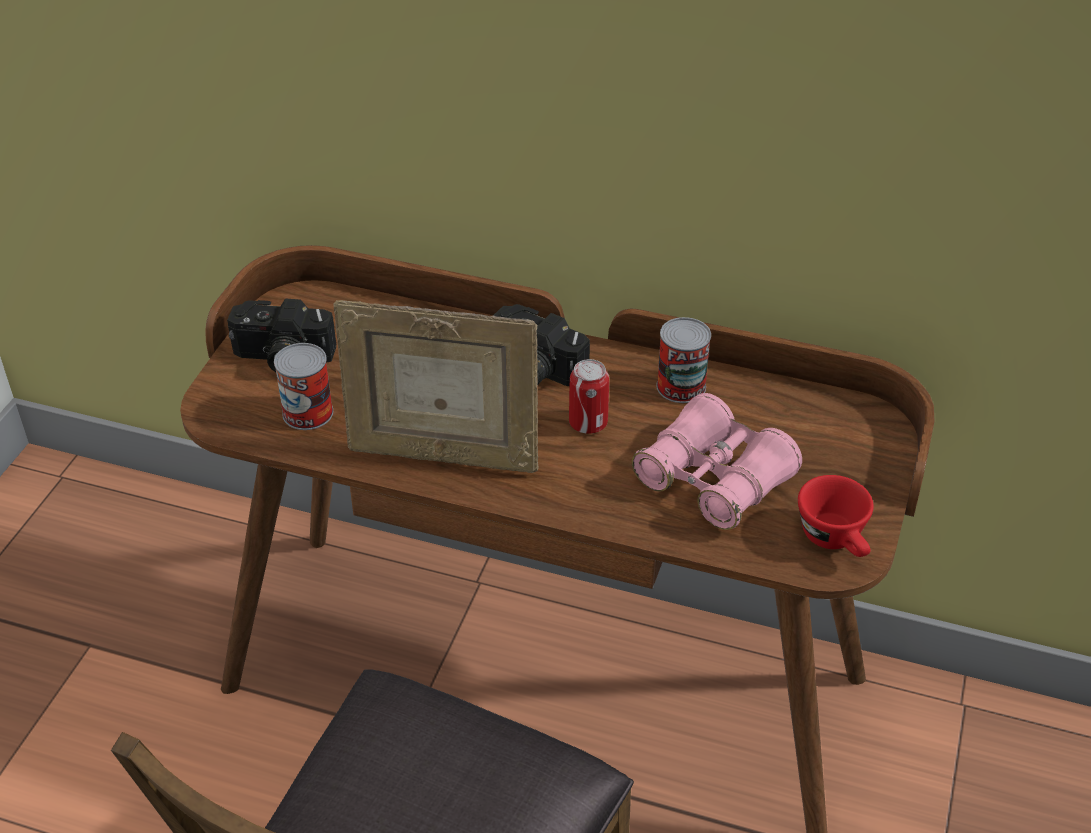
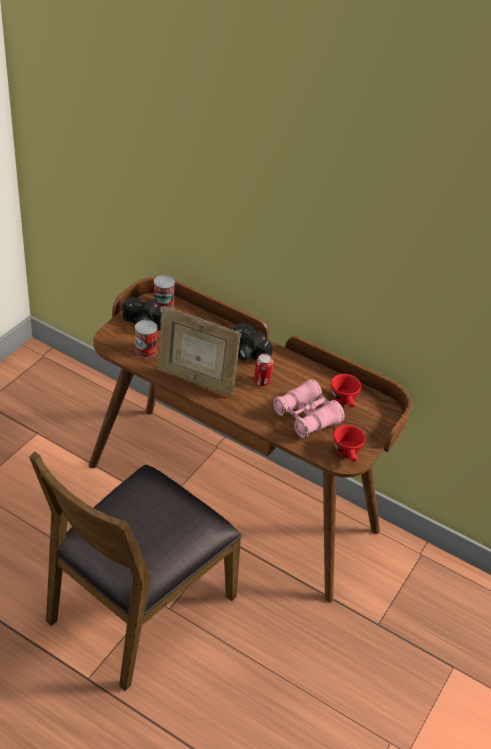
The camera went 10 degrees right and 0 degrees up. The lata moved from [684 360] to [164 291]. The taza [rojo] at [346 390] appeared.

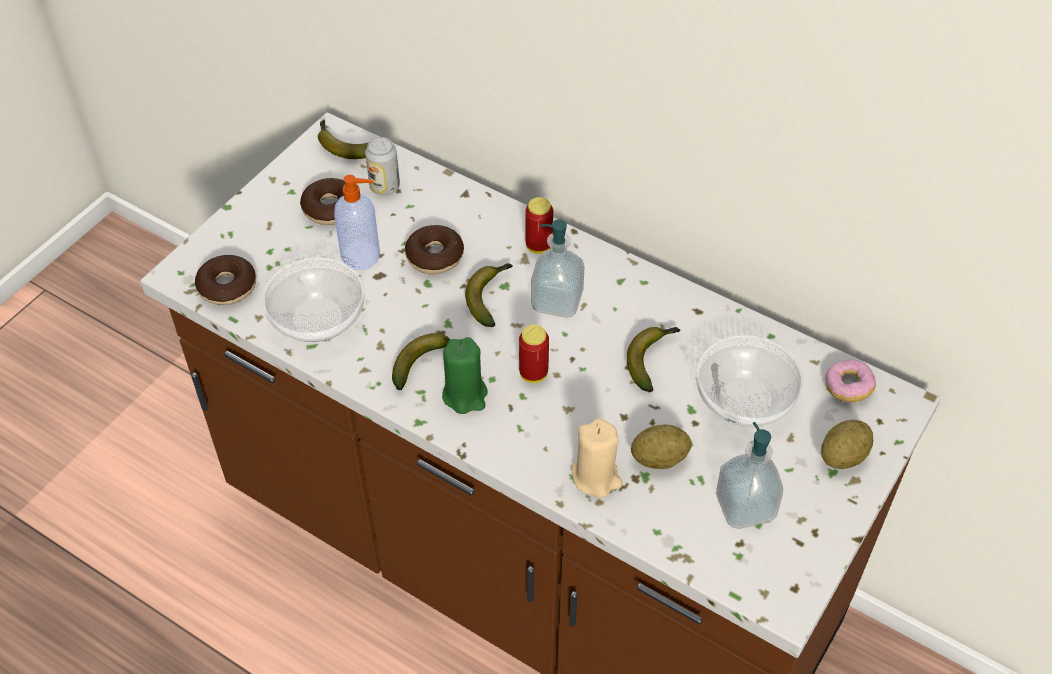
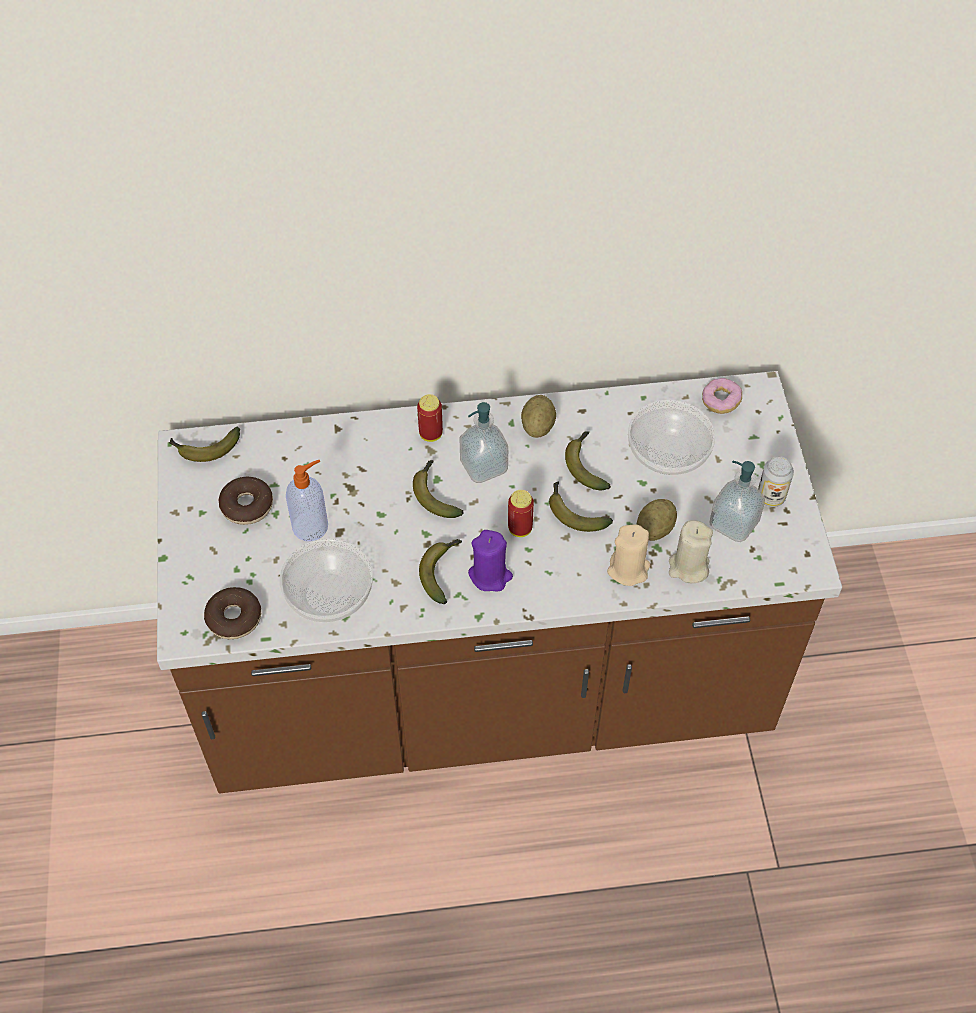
The camera went 40 degrees left and 5 degrees up. The lata moved from [382 166] to [776 481]. The rosquilla at [434 250] disappeared. The vela [verde] at [465 375] became the vela [morado] at [490 561]. The patata moved from [847 444] to [538 416]. The plátano at [581 506] appeared. The vela [beis] at [691 551] appeared.

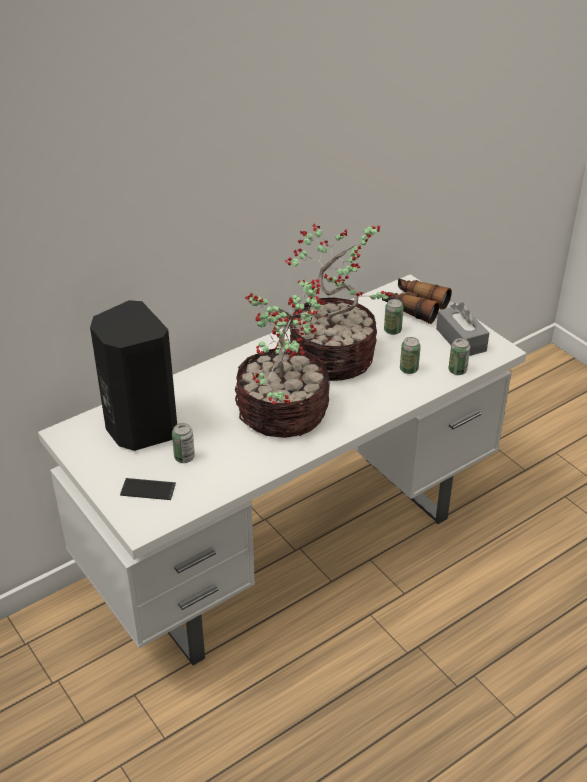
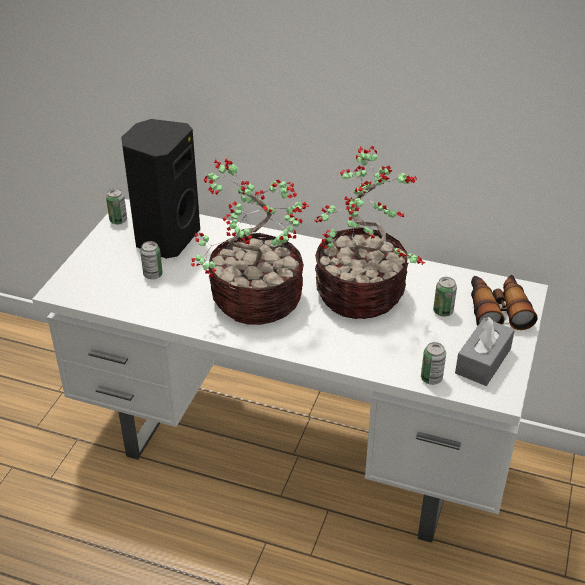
The camera went 55 degrees right and 0 degrees up. The lata moved from [410 355] to [116 206]. The móvil at [148 489] disappeared.

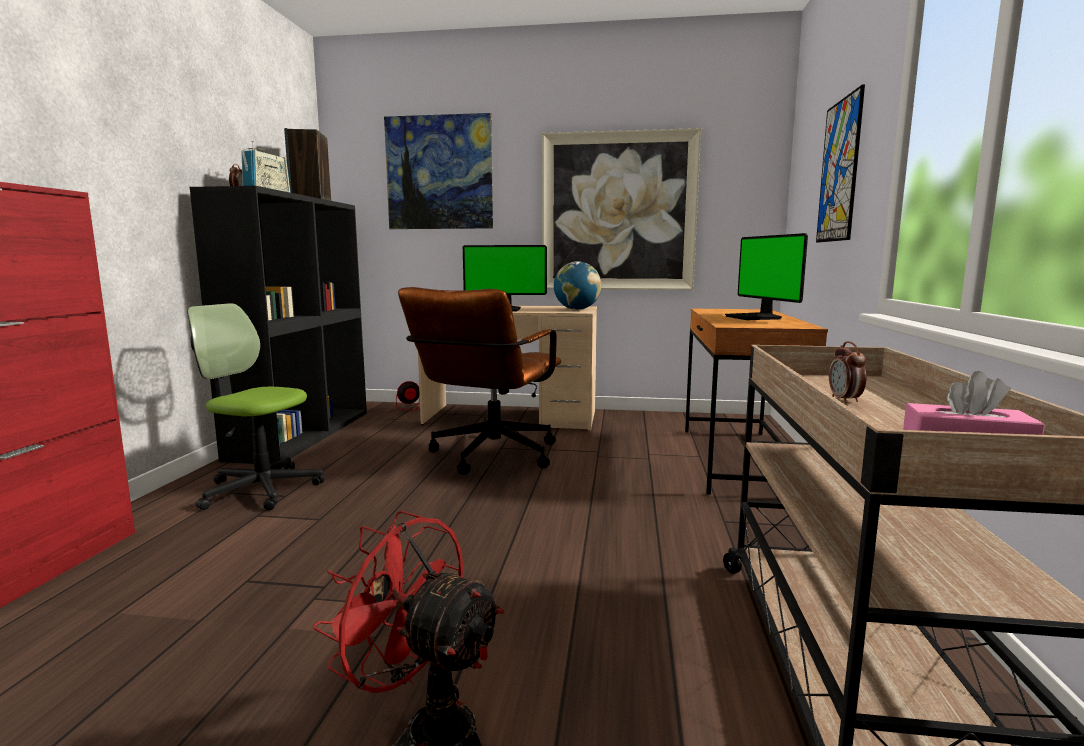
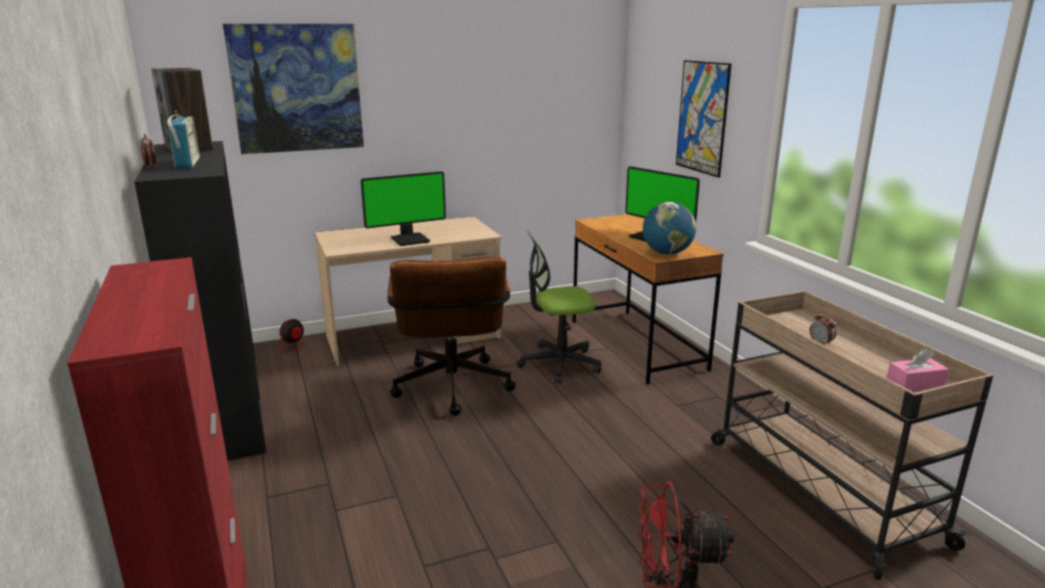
The camera went 30 degrees left and 10 degrees up. The cuadro at [621 209] disappeared. The globo terráqueo moved from [577 285] to [669 228]. The silla de oficina moved from [255 407] to [559 307].

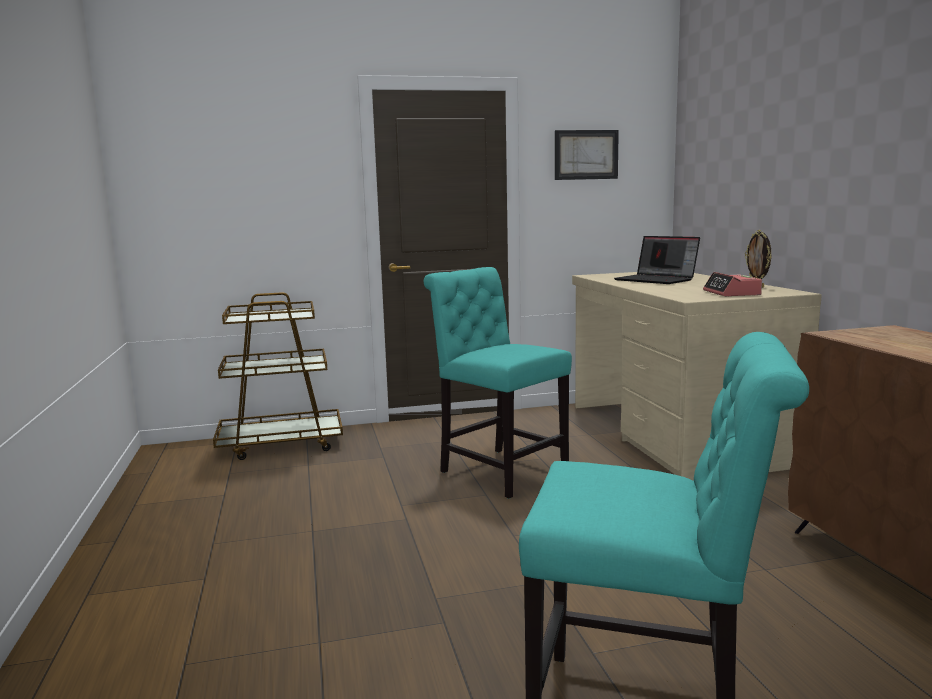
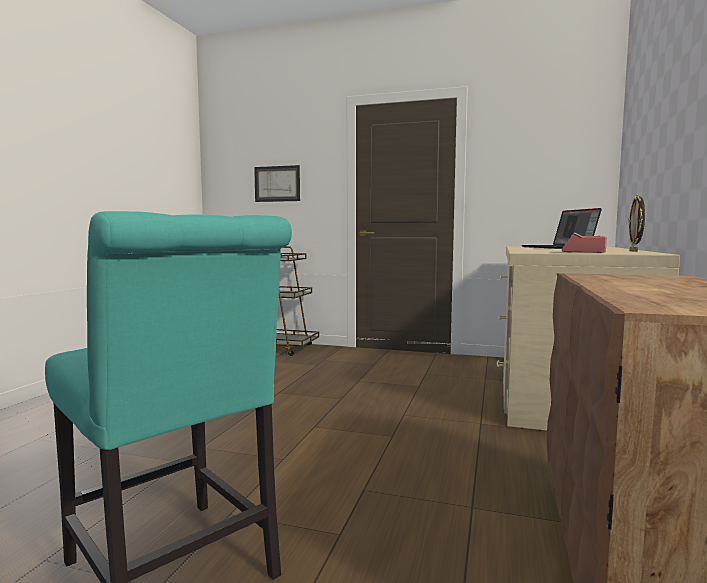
The camera went 30 degrees right and 5 degrees down. The cuadro moved from [587 155] to [277 183]. The silla [turquesa] at [498 383] disappeared.

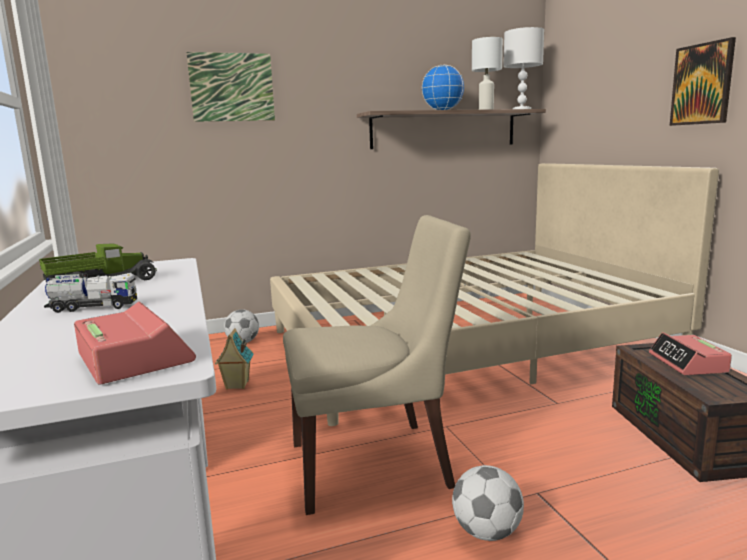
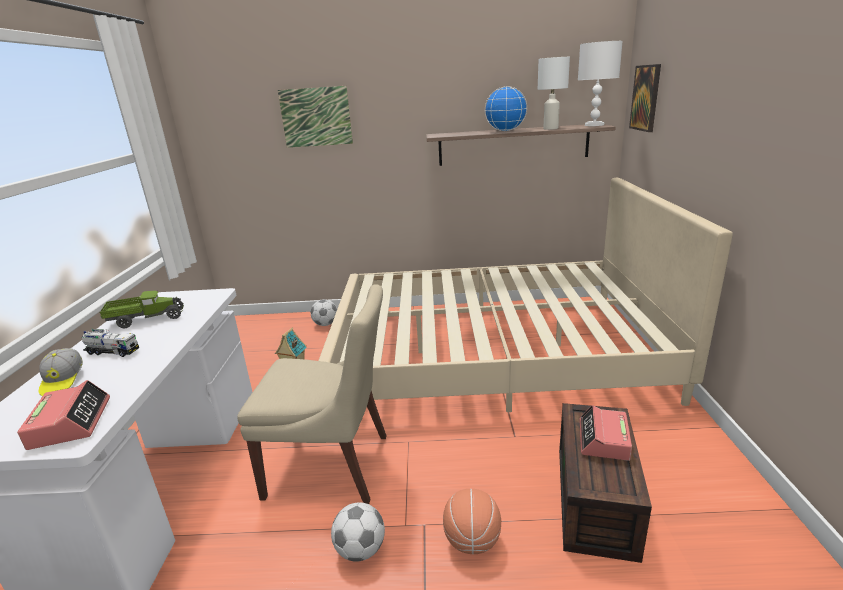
The camera went 20 degrees right and 10 degrees up. The cuadro moved from [703 81] to [645 98]. The gorra at [61 372] appeared. The balón de baloncesto at [472 521] appeared.

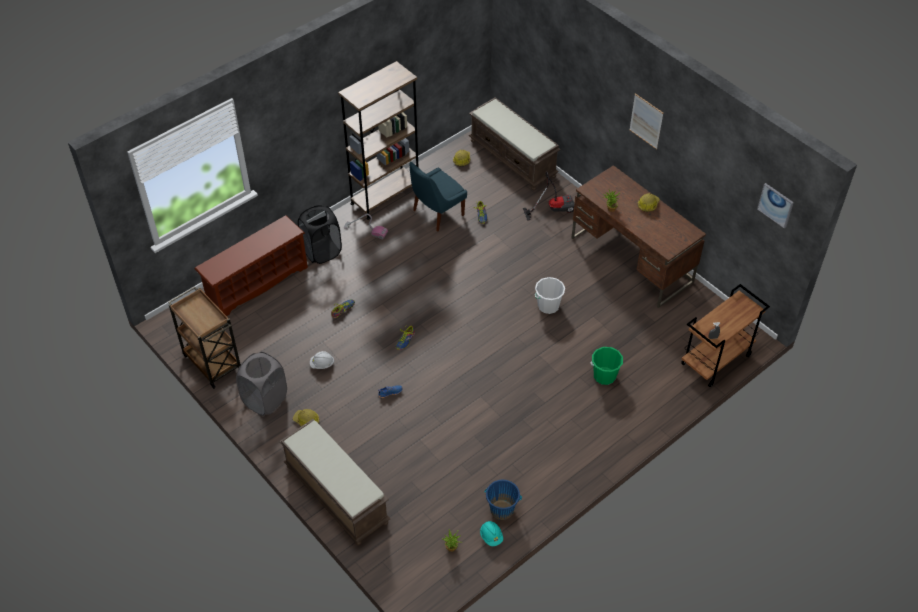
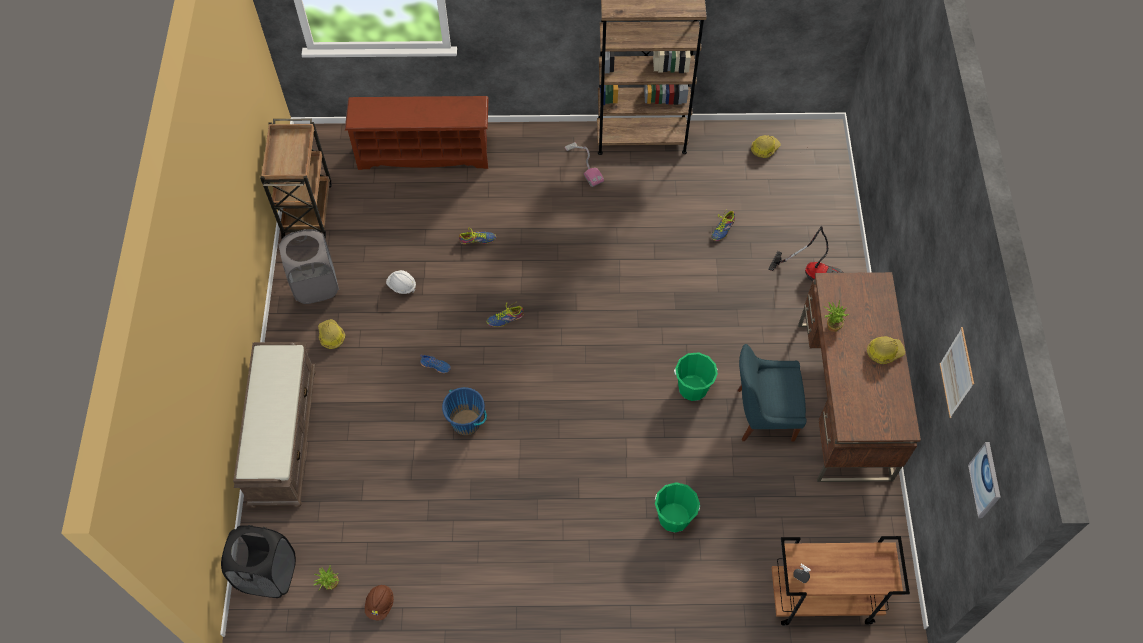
The camera went 40 degrees right and 10 degrees up. The cuadro moved from [646 121] to [957 372]. The banco [marrón] at [515 144] disappeared. The silla [azul] moved from [438 196] to [772 392]. The cesto de la ropa [negro] moved from [320 234] to [258 561]. The cubo [blanco] at [550 295] became the cubo [verde] at [696 376]. The cubo [azul] moved from [503 500] to [464 411]. The casco [turquesa] at [491 533] became the casco [marrón] at [379 602].

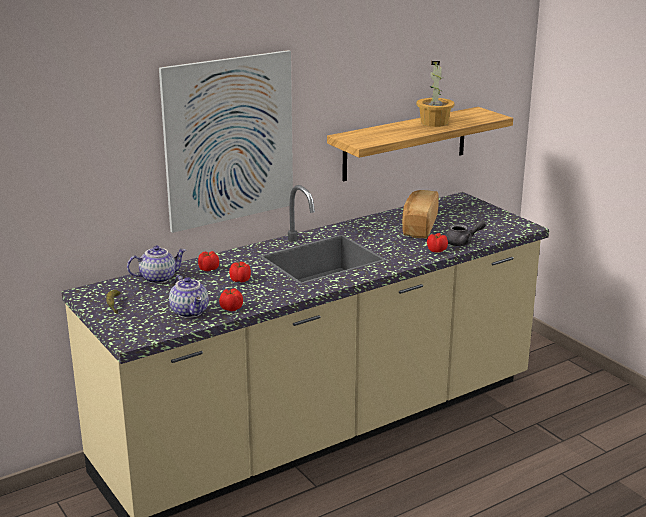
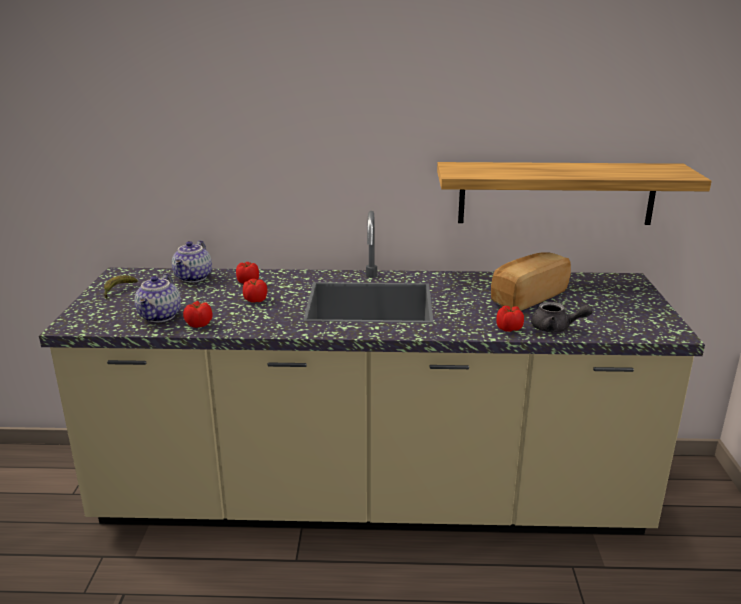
The camera went 35 degrees right and 0 degrees up. The cuadro at [226 141] disappeared. The planta en maceta at [435 94] disappeared. The tetera at [156 265] turned 90 degrees clockwise.

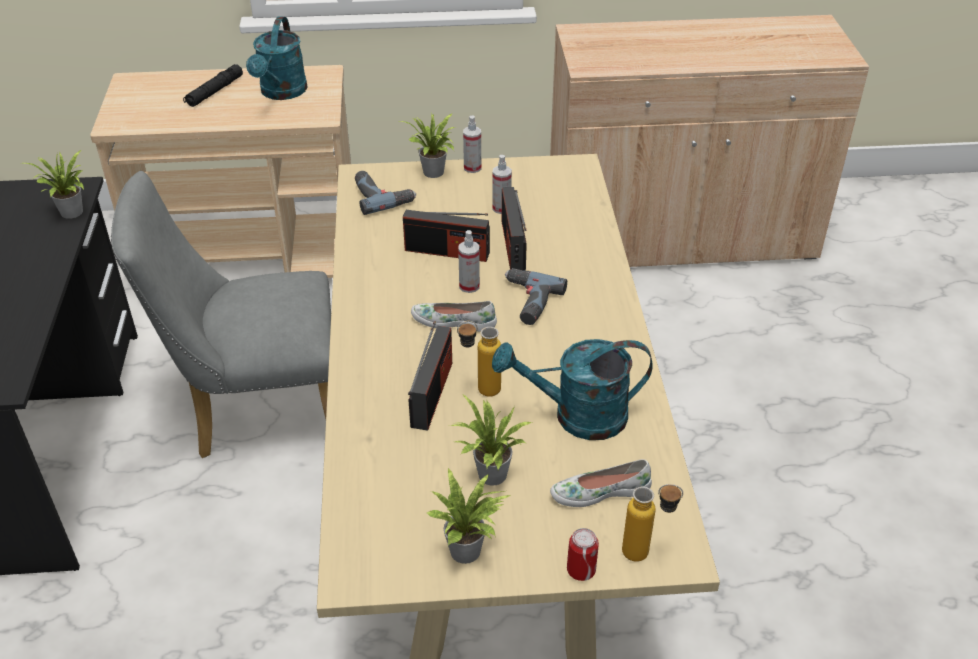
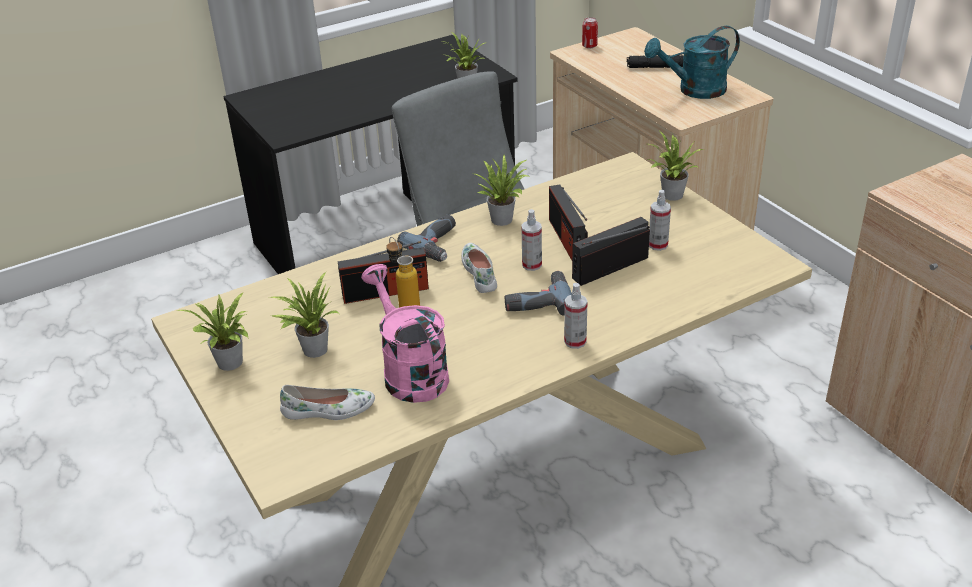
The camera went 65 degrees right and 5 degrees down. The pulverizador moved from [472 144] to [576 316]. The taladro moved from [385 193] to [426 238]. The regadera [turquesa] at [572 389] became the regadera [rosa] at [405 333]. The zapato [blanco] at [601 483] turned 120 degrees clockwise. The botella at [652 523] disappeared. The lata moved from [583 554] to [590 32]. The planta en maceta at [503 190] appeared.

